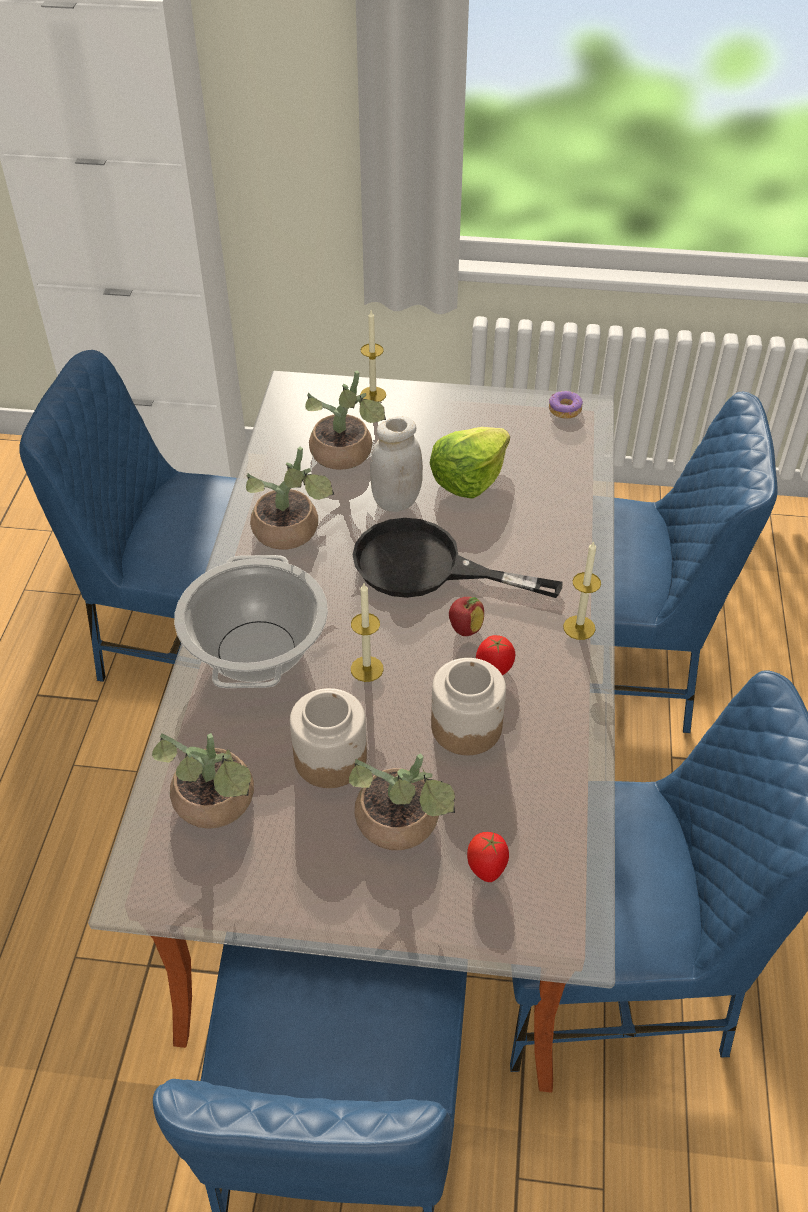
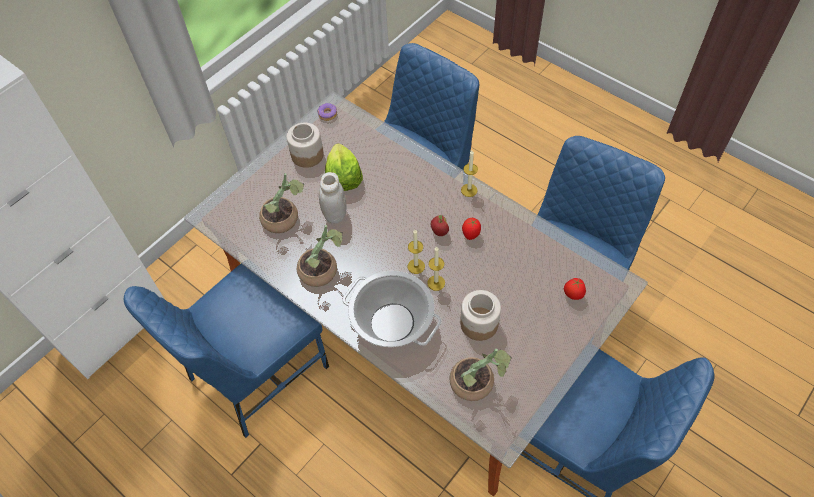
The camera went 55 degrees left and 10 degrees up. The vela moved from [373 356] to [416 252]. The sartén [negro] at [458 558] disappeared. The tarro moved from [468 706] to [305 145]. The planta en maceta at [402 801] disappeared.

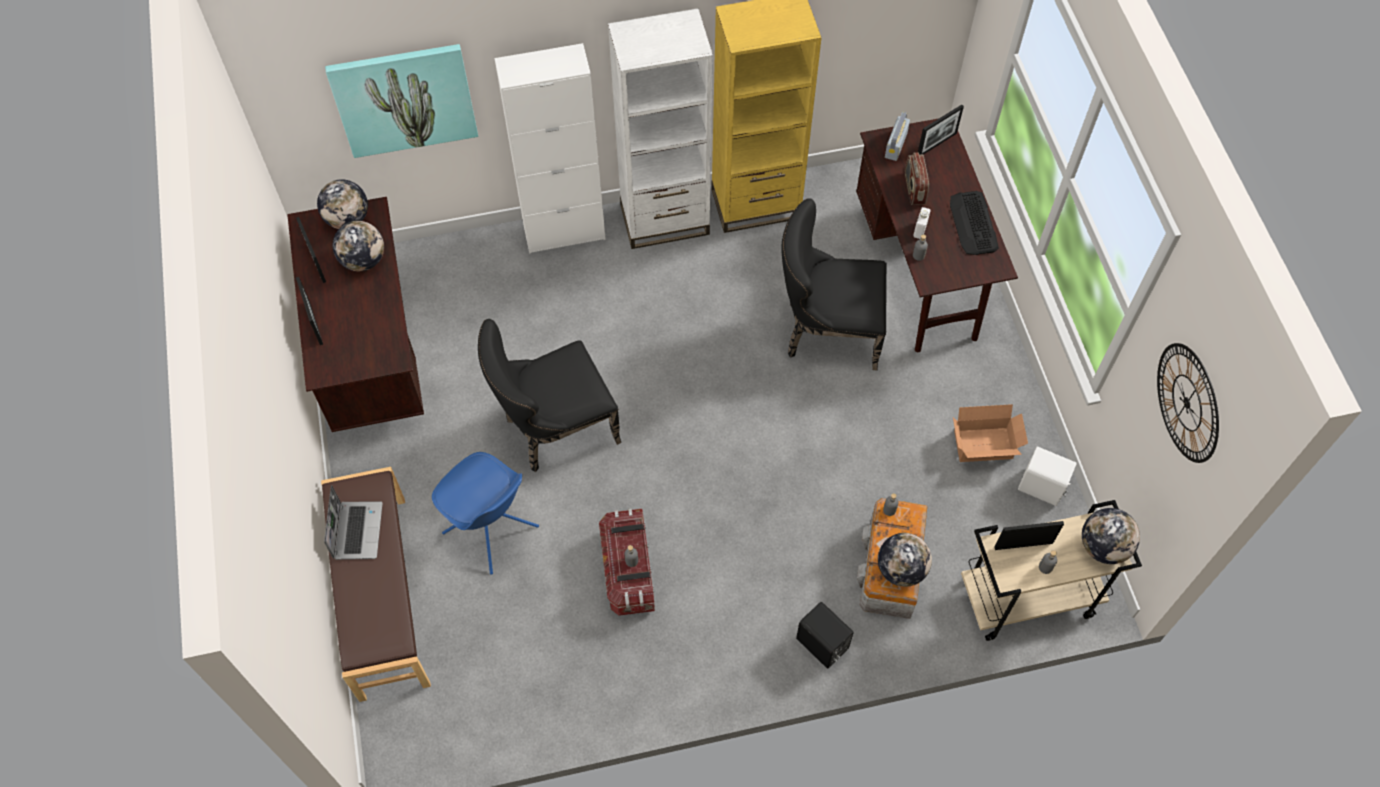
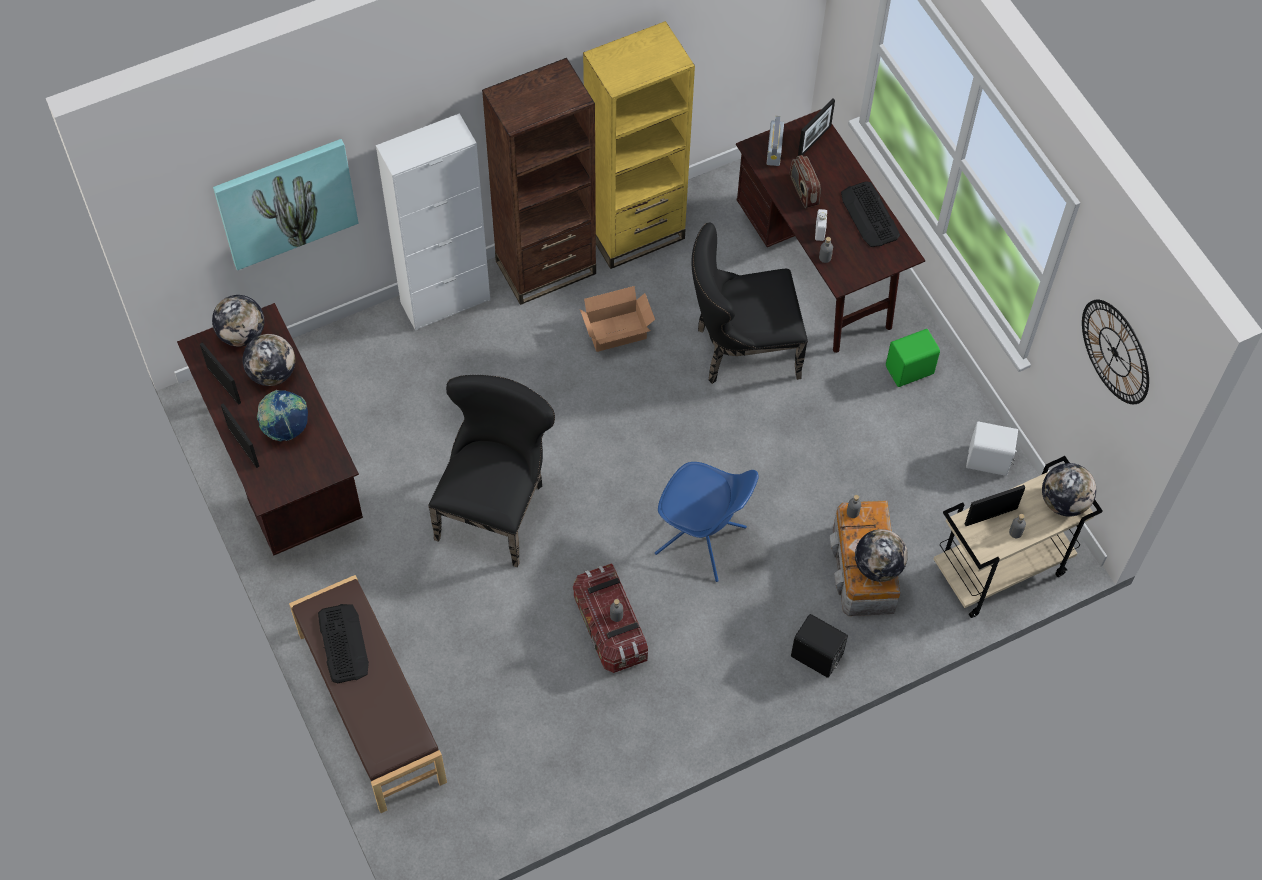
The camera went 15 degrees left and 0 degrees up. The estantería [blanco] at [660 128] became the estantería [marrón] at [539 181]. The silla [negro] at [549 395] turned 150 degrees clockwise. The caja de cartón moved from [990 433] to [617 319]. The silla [azul] moved from [485 513] to [707 522]. The portátil at [353 522] was replaced by the teclado at [343 643]. The altavoz [verde] at [913 358] appeared. The globo terráqueo at [282 416] appeared.

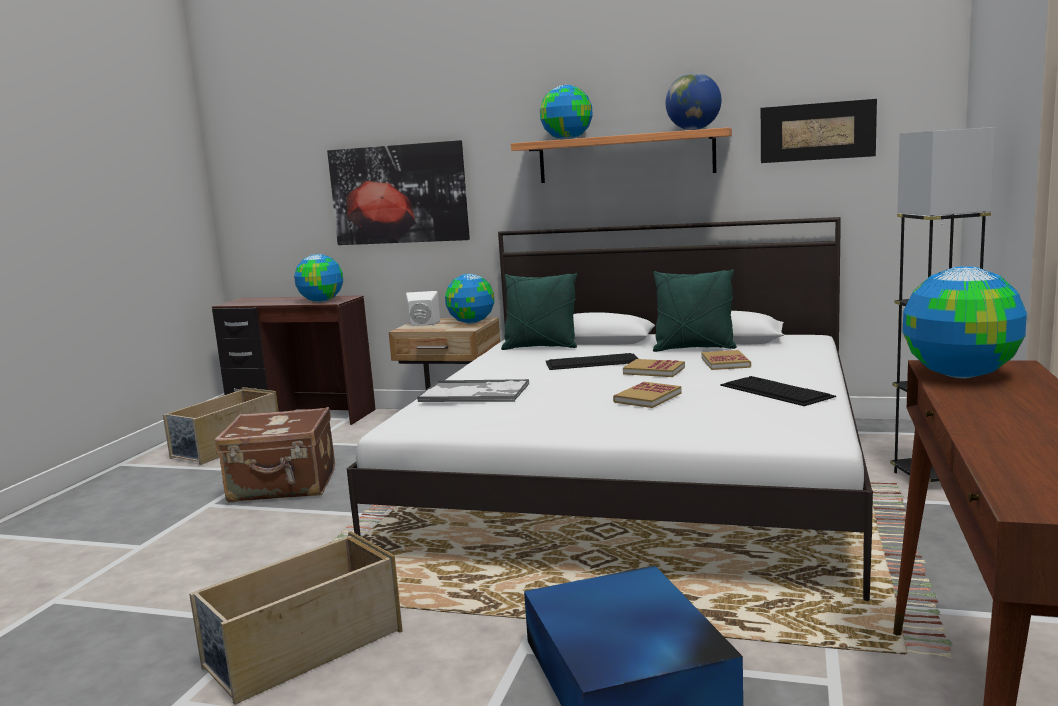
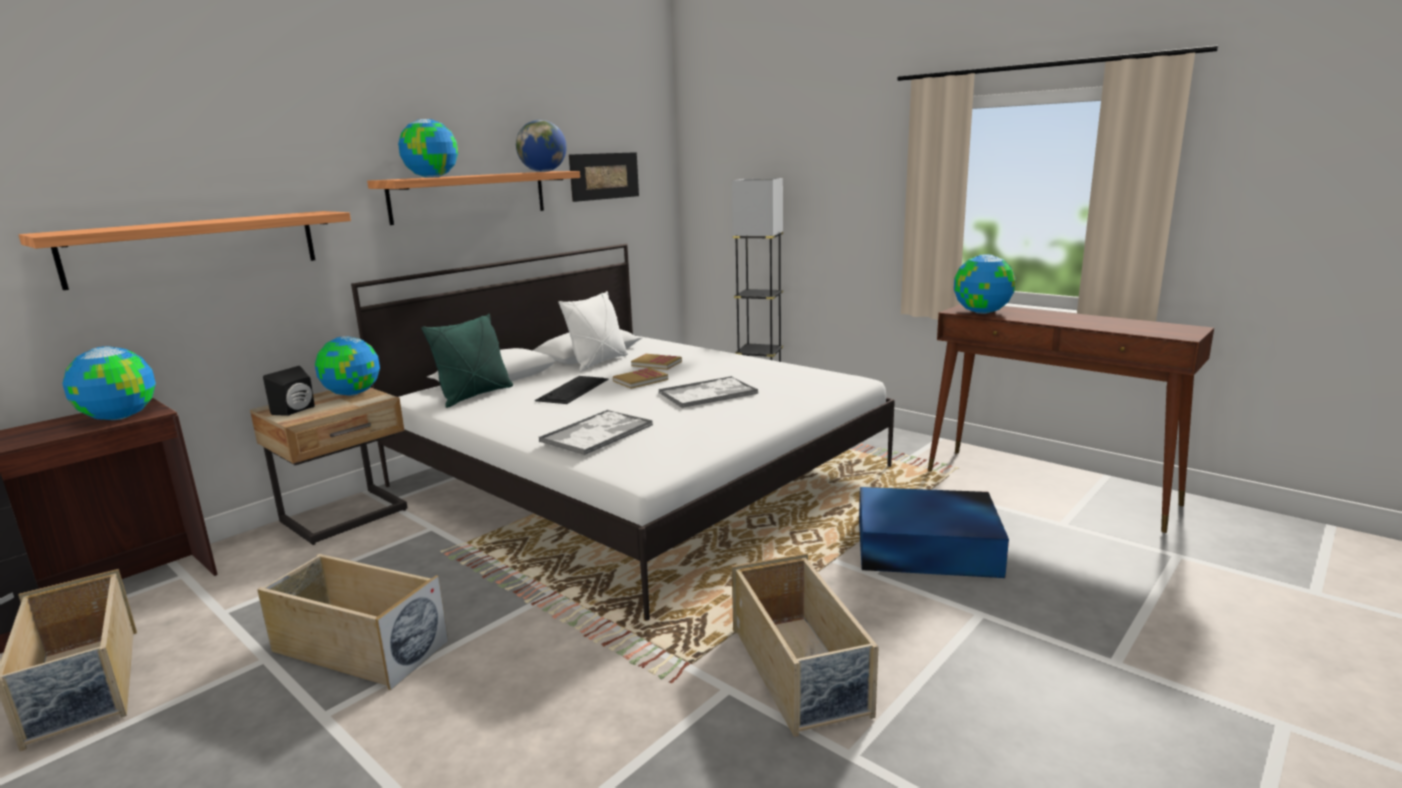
The camera went 65 degrees left and 5 degrees up. The cuadro at [398 192] was replaced by the estante at [184 250]. The cojín [verde] at [695 310] became the cojín [blanco] at [593 331]. The altavoz [blanco] at [423 308] became the altavoz [negro] at [289 391]. The teclado at [778 391] disappeared. The libro at [647 395] was replaced by the bandeja at [708 392]. The maleta [marrón] at [275 454] was replaced by the caja de almacenaje [beis] at [352 622].

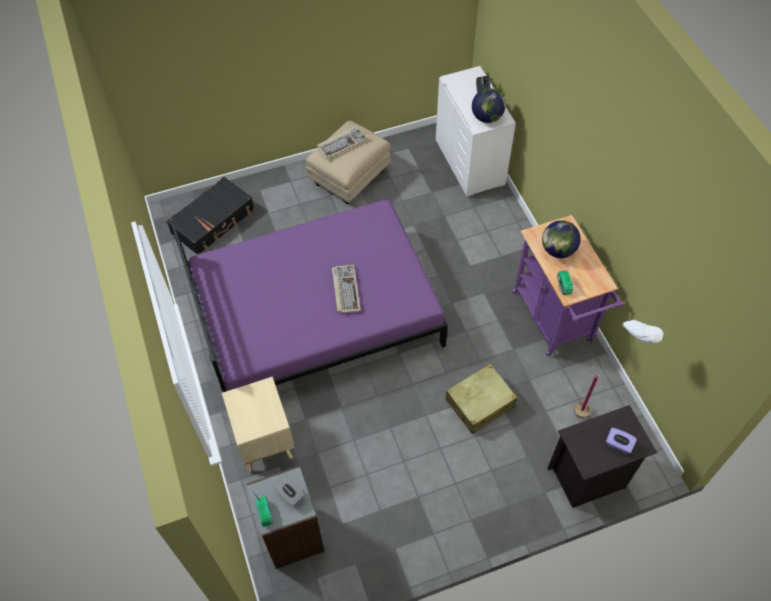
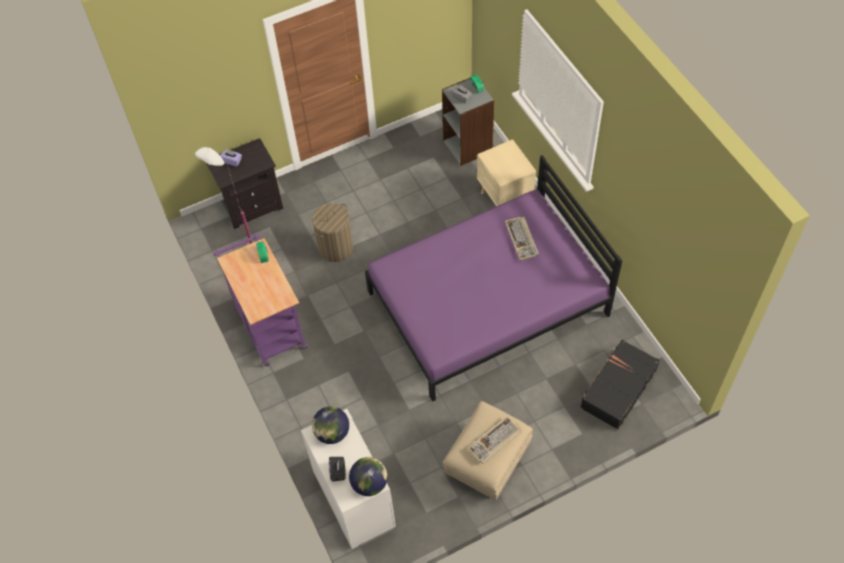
The camera went 175 degrees right and 0 degrees up. The globo terráqueo moved from [561 239] to [368 476]. The teclado moved from [346 289] to [522 238]. The maleta [beis] at [481 399] was replaced by the cesto de la ropa at [332 232].

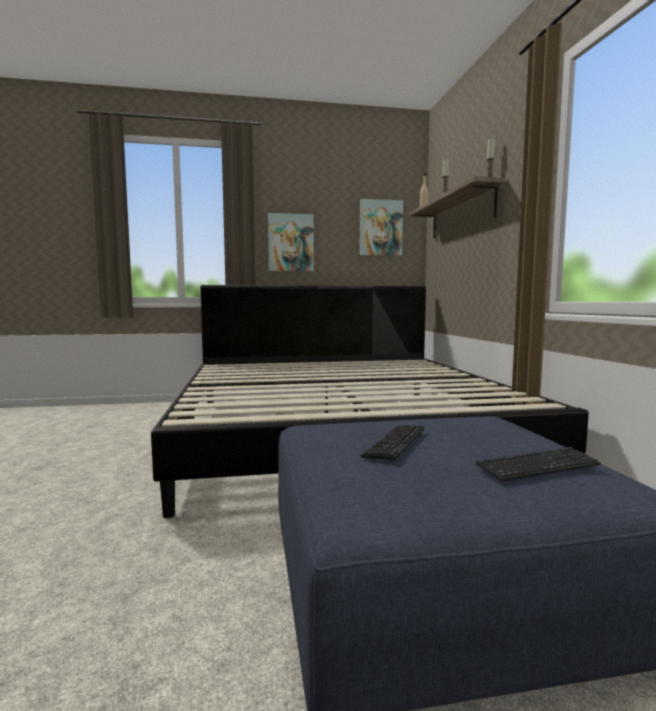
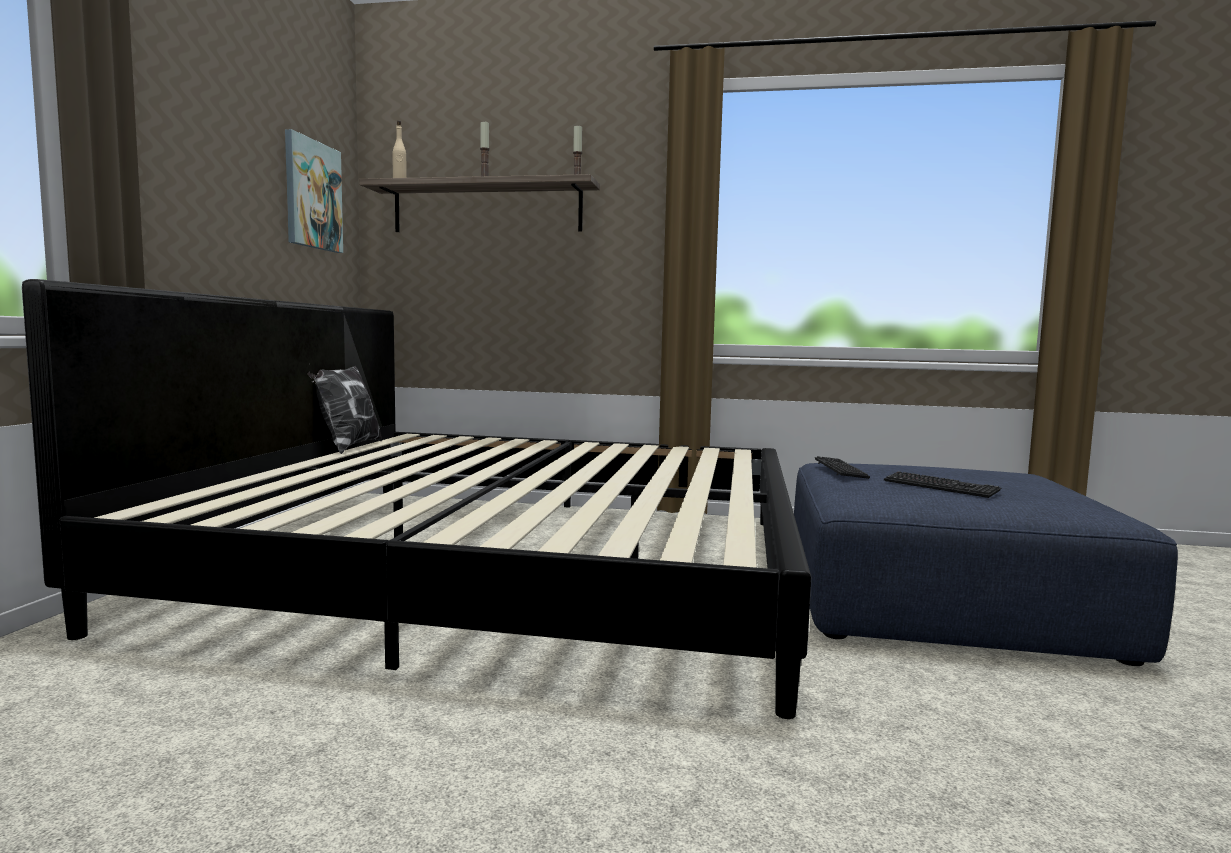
The camera went 70 degrees left and 0 degrees up. The cuadro at [291 242] disappeared. The teclado moved from [538 464] to [842 467]. The cojín at [344 410] appeared.

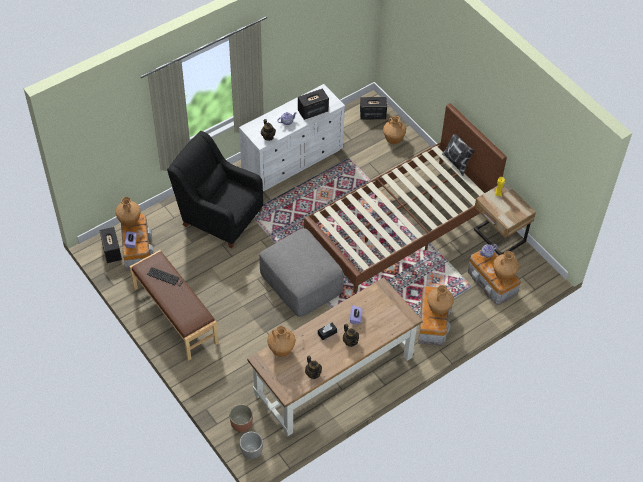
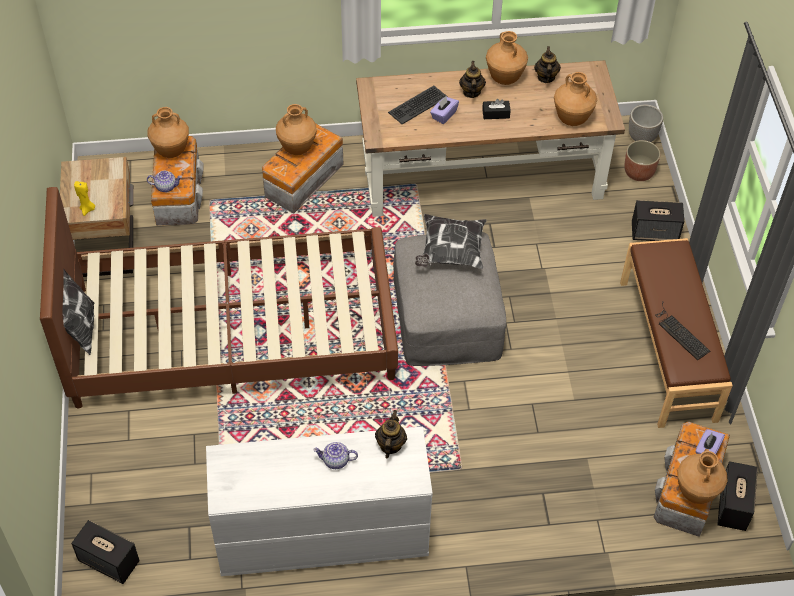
The camera went 150 degrees left and 0 degrees up. The altavoz moved from [313 104] to [658 220]. The florero [marrón] moved from [394 130] to [507 58]. The sillón [negro] at [215 190] disappeared. The teclado at [418 105] appeared. The cojín at [451 241] appeared.

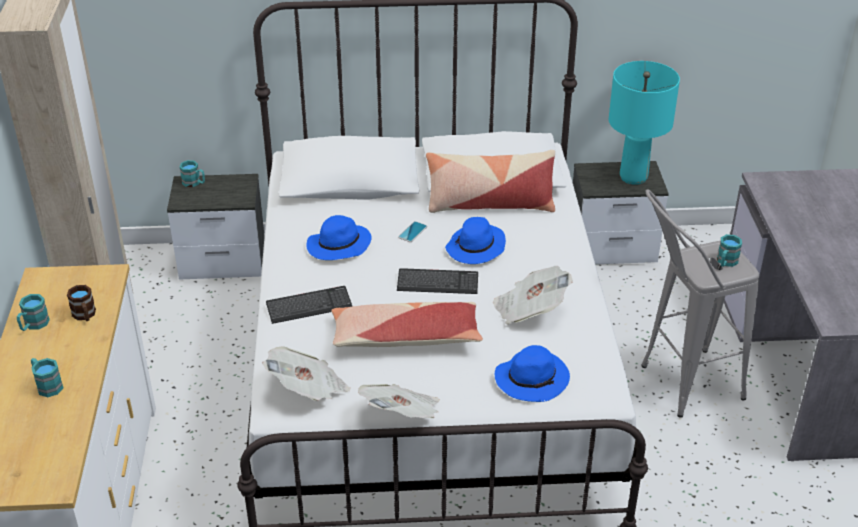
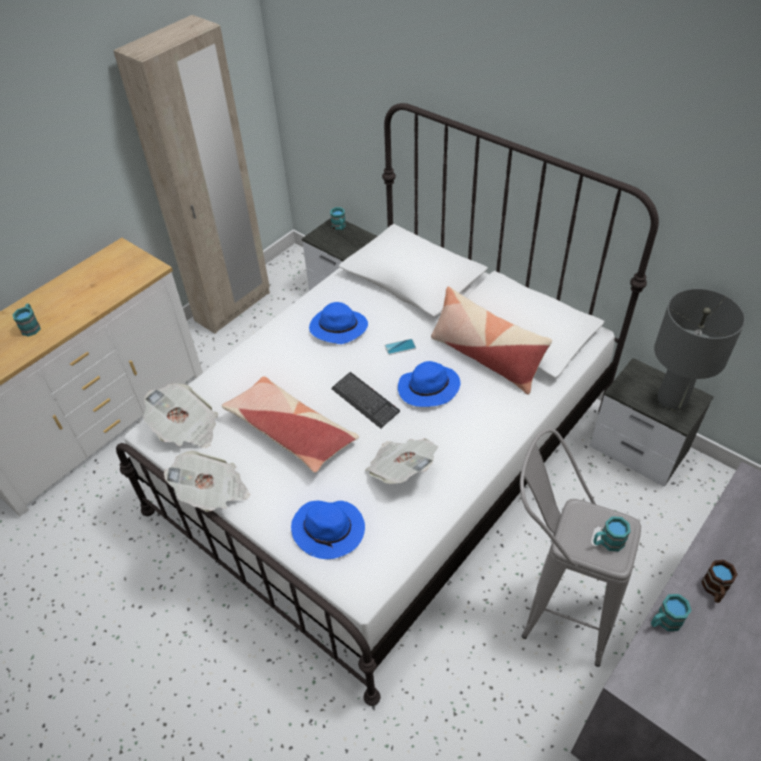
The camera went 45 degrees right and 10 degrees up. The lámpara de mesa [turquesa] at [644 123] became the lámpara de mesa [gris] at [699 350]. The taza grande [marrón] moved from [81 303] to [719 581]. The teclado at [309 305] disappeared. The taza grande [turquesa] moved from [33 312] to [671 612].

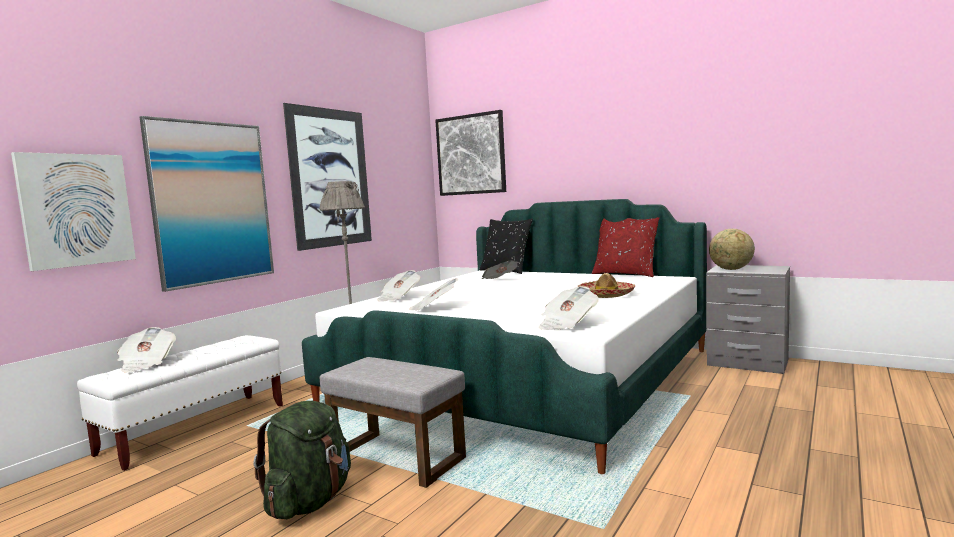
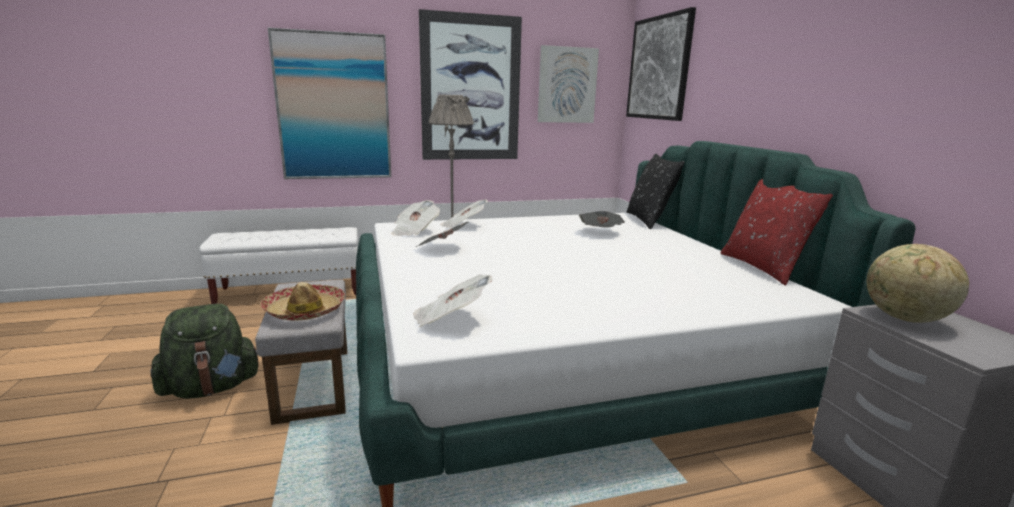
The camera went 40 degrees right and 10 degrees up. The cuadro moved from [73 211] to [568 84]. The sombrero moved from [606 285] to [302 301]. The periódico moved from [146 350] to [415 218].

